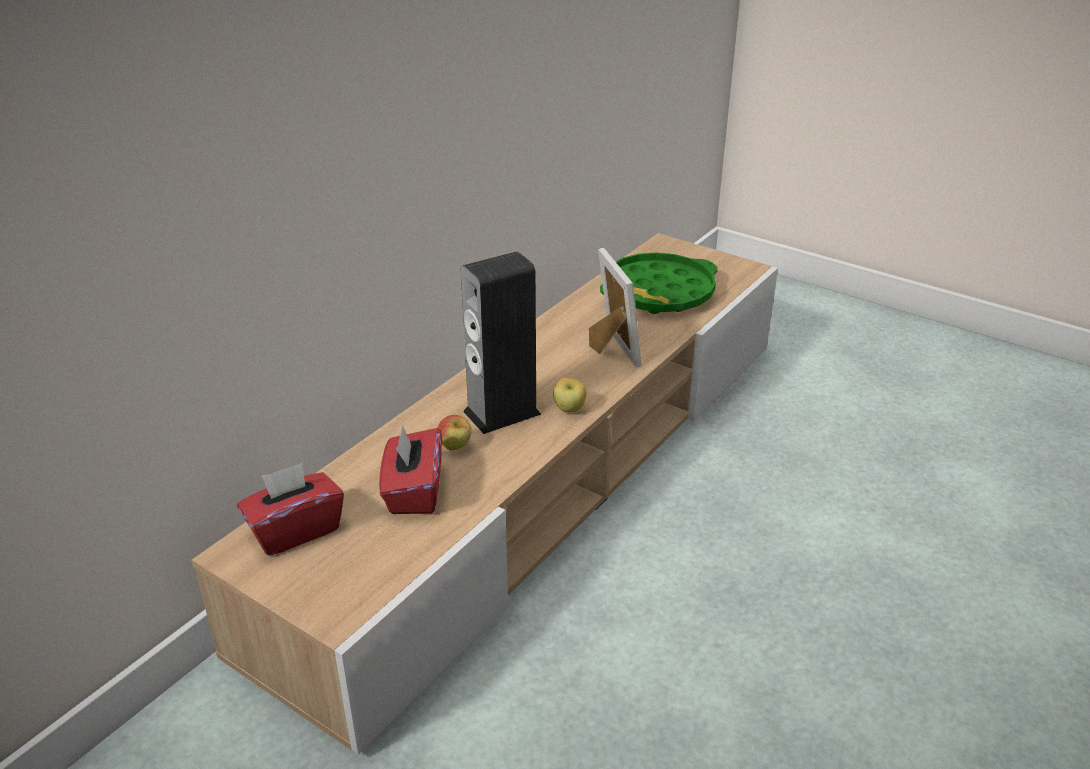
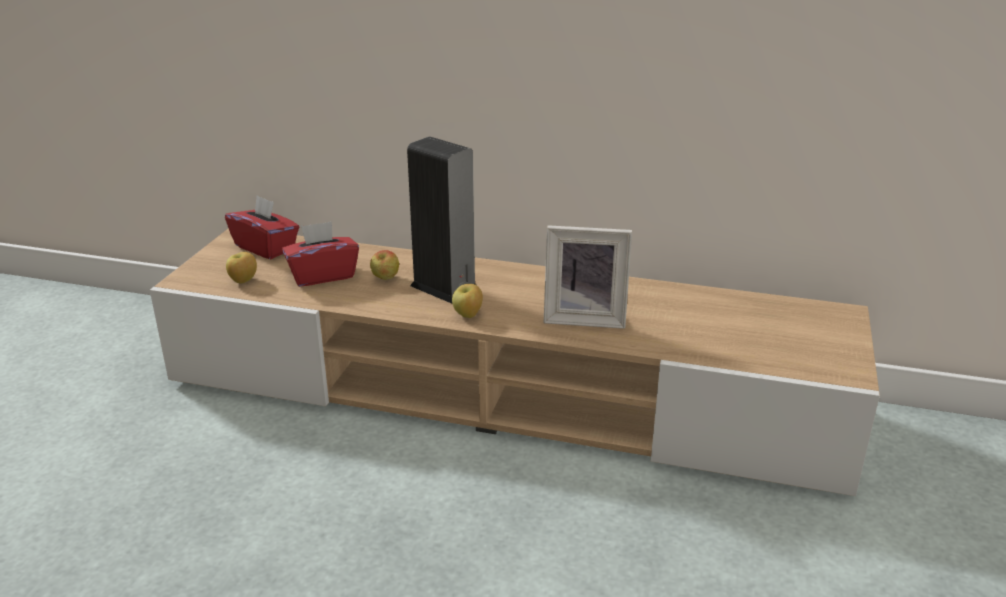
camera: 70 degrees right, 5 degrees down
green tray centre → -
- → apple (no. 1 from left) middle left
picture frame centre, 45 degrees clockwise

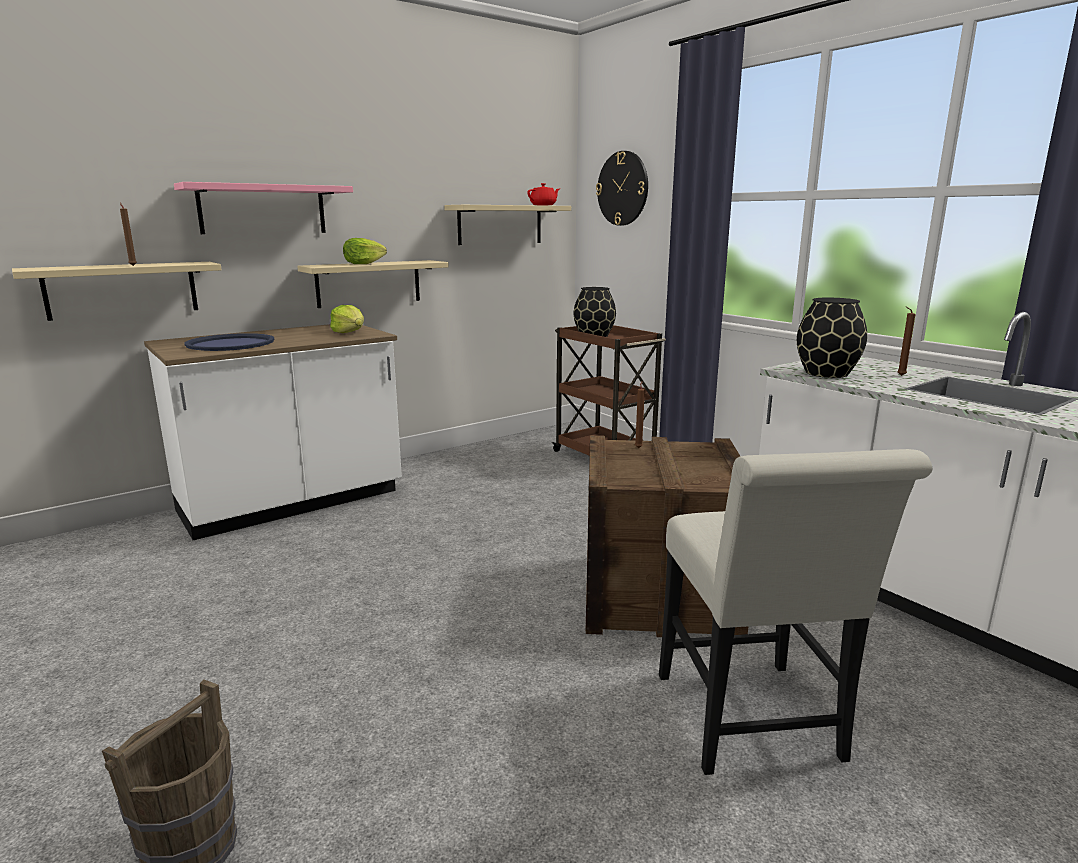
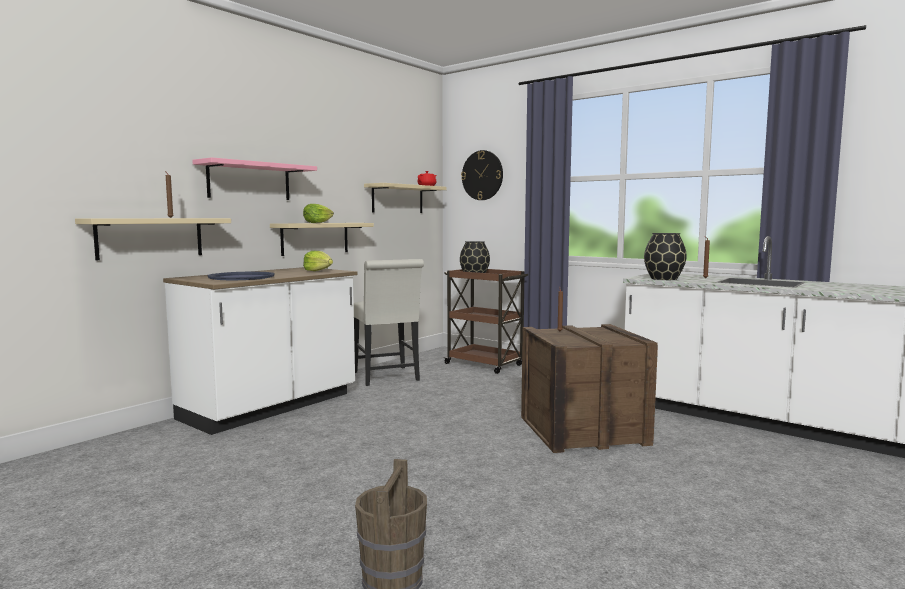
camera: 15 degrees left, 10 degrees down
white chair bottom right → white chair centre, shifted

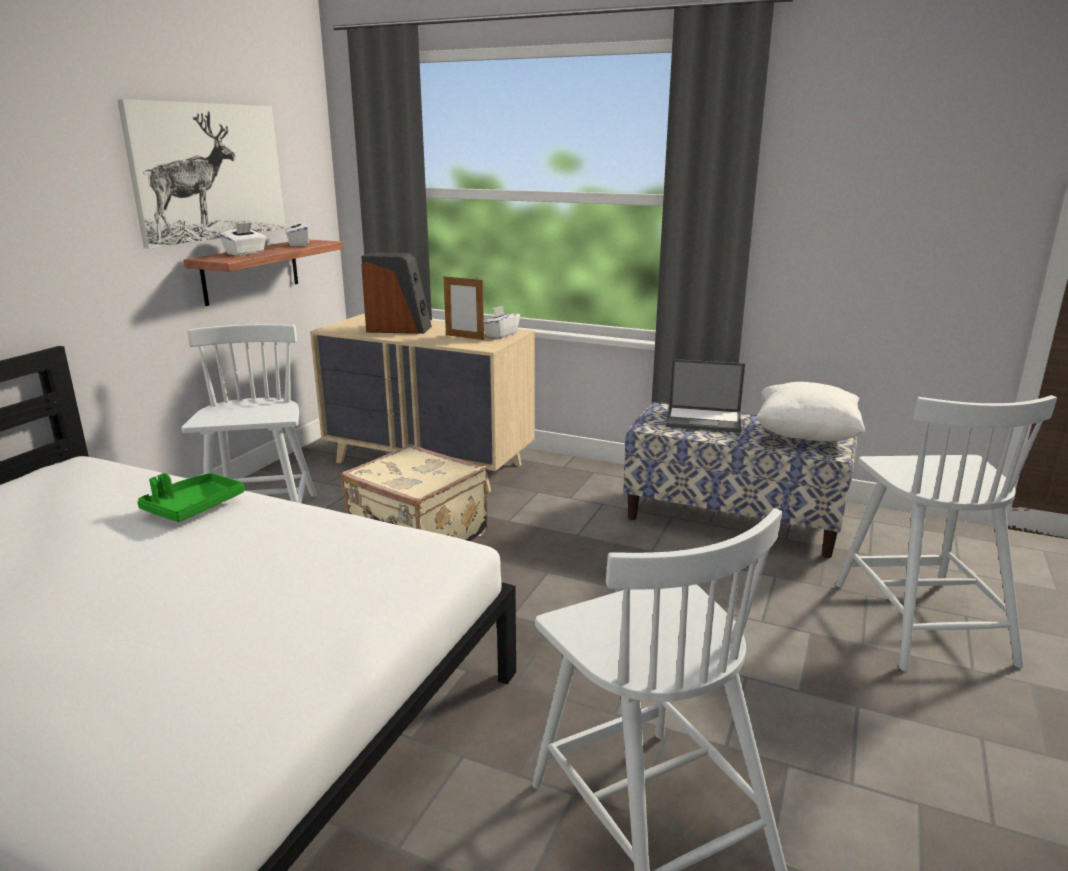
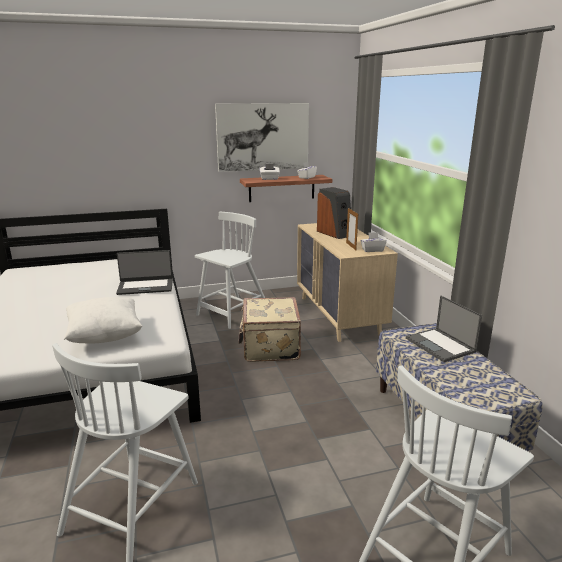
camera: 50 degrees right, 0 degrees up
white pillow middle right → white pillow middle left, shifted
green tray middle left → laptop (no. 1 from left) middle left

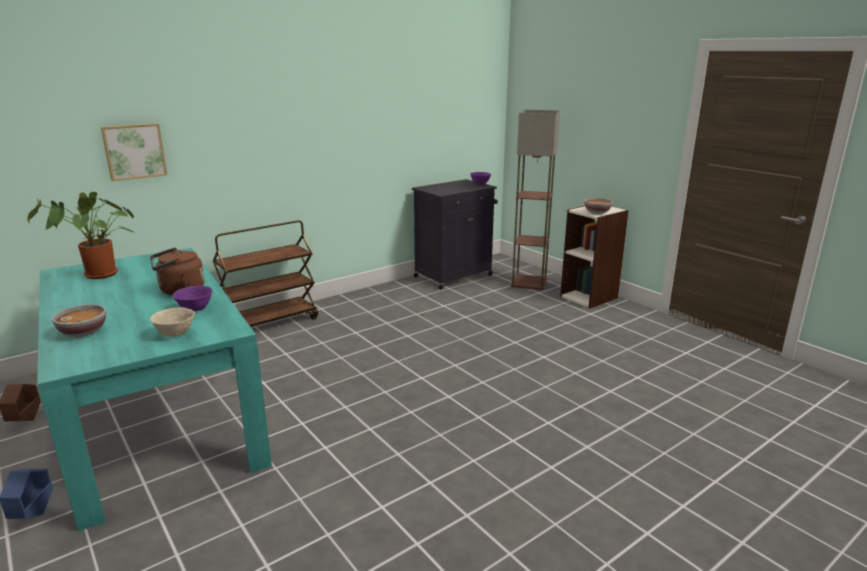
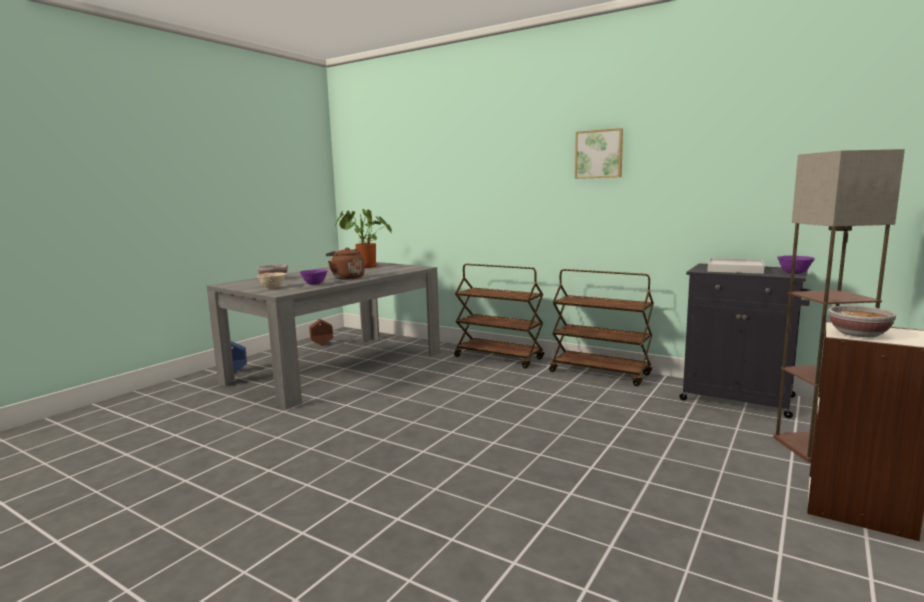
camera: 70 degrees right, 10 degrees down
- → brown cart (no. 2 from left) centre
- → white tray middle right
picture top left → picture top centre, shifted
turquoise dining table bottom left → grey dining table centre

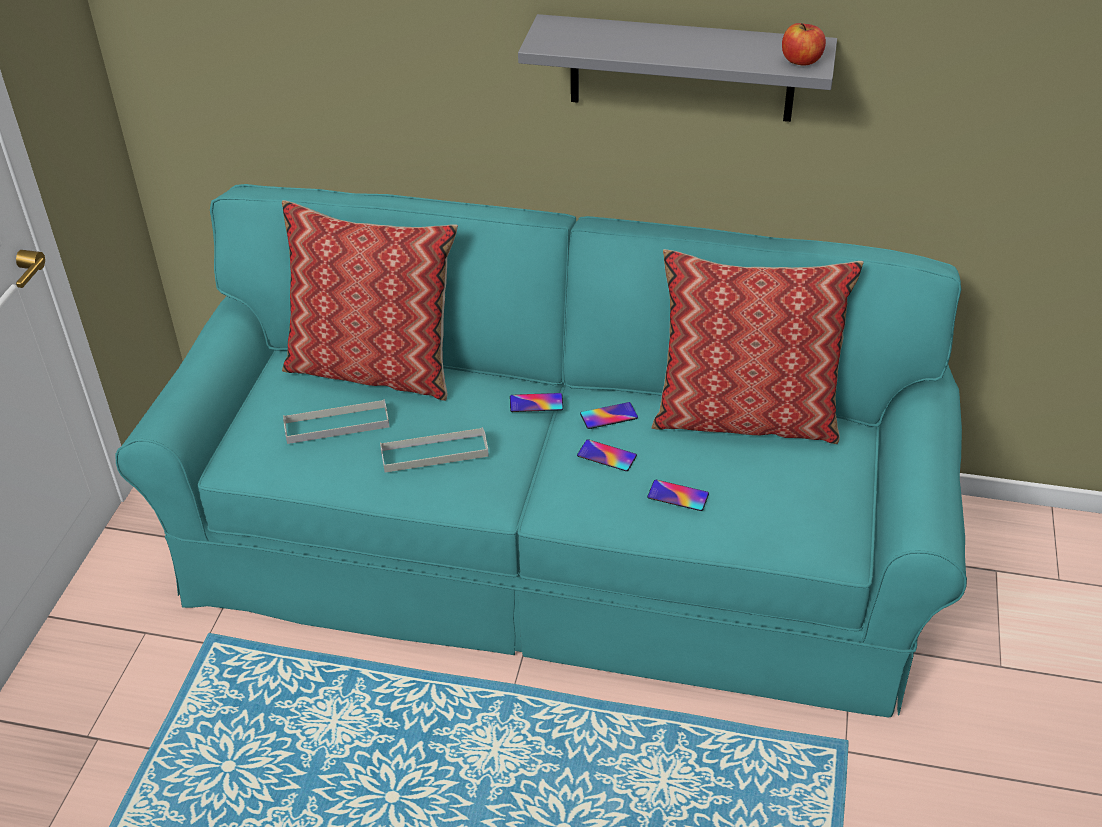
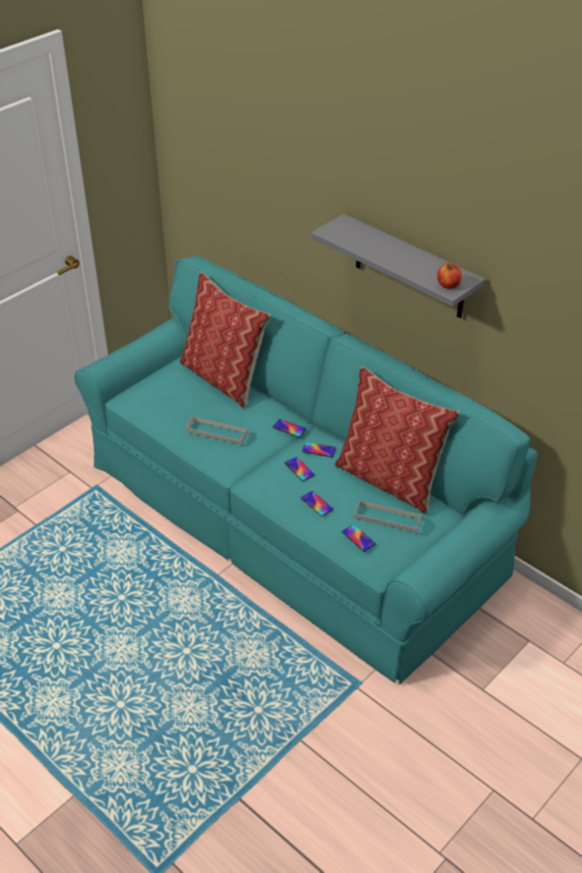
camera: 30 degrees right, 0 degrees up
- → phone (no. 5 from left) centre
grey tray (no. 1 from left in the first image) middle left → grey tray (no. 2 from left) middle right, shifted

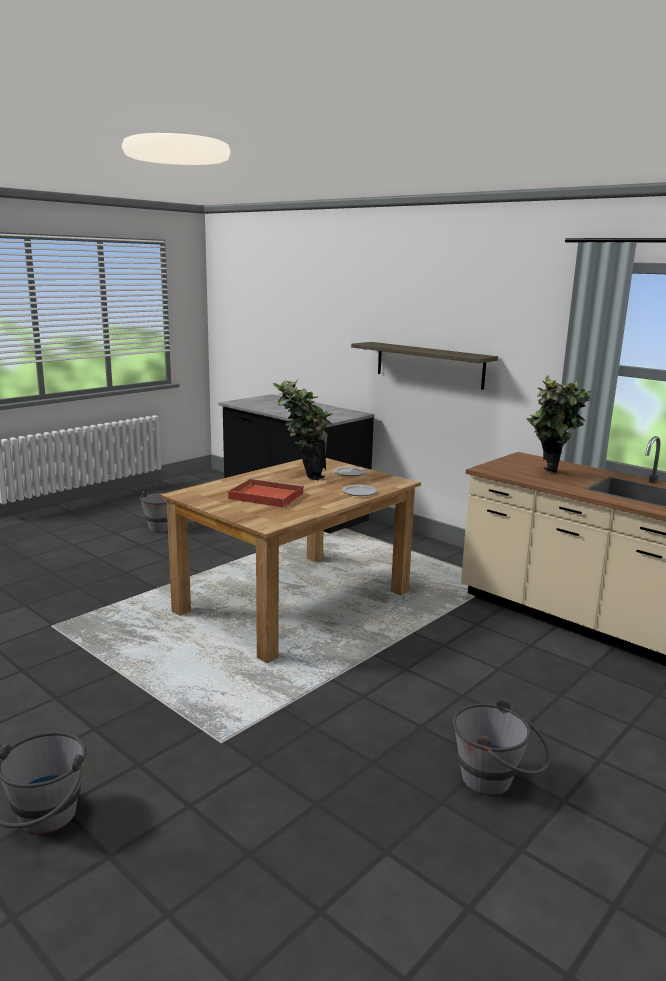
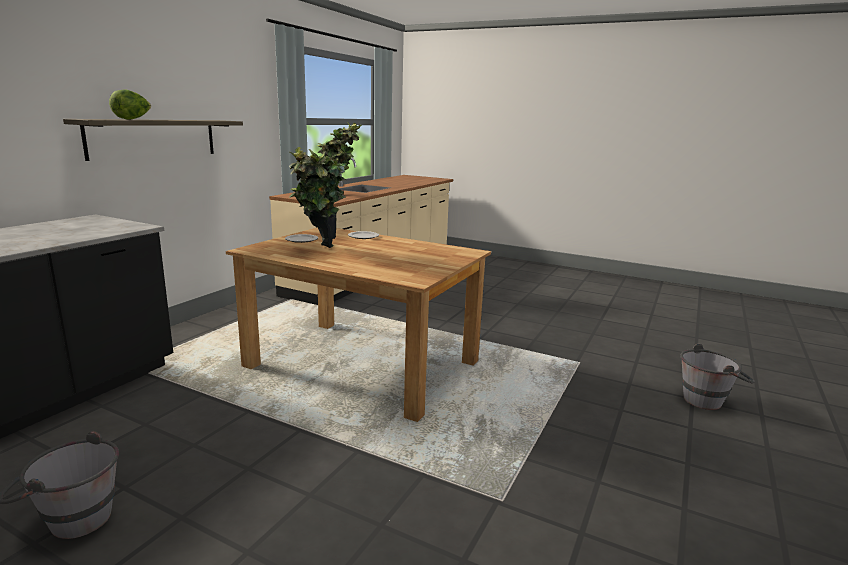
camera: 105 degrees left, 0 degrees up
red tray centre → -
grey bucket (no. 3 from left) bottom right → -
- → lettuce top left

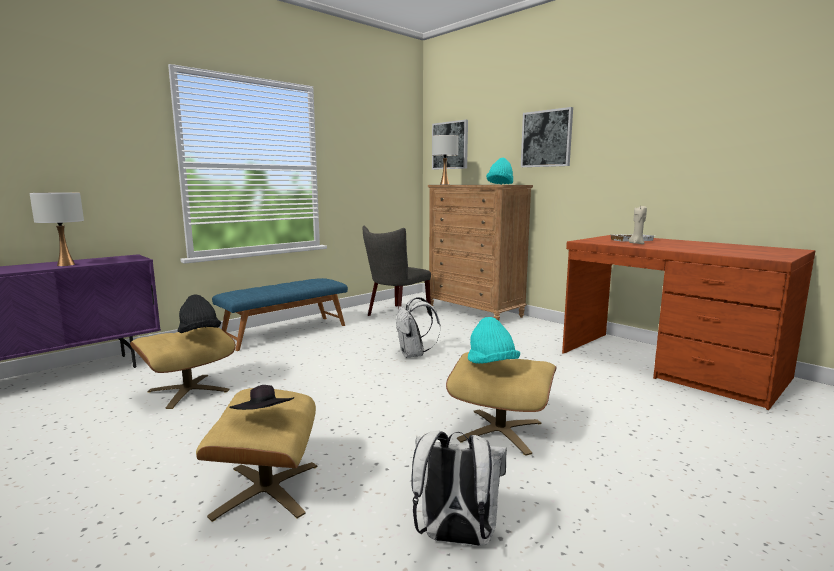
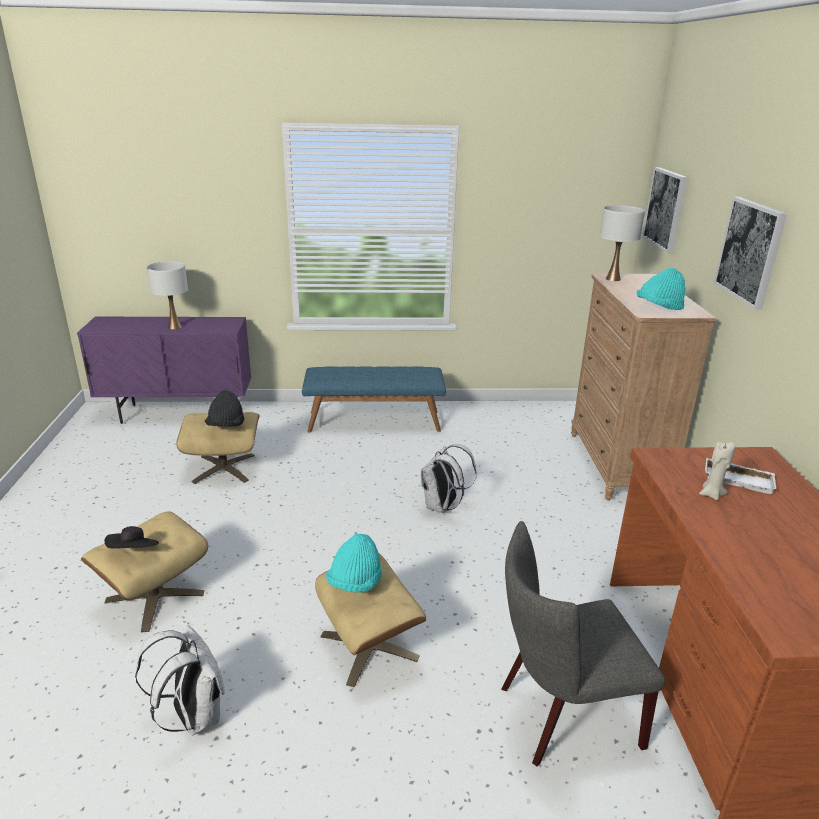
camera: 40 degrees right, 15 degrees up
grey chair centre → grey chair bottom right, shifted

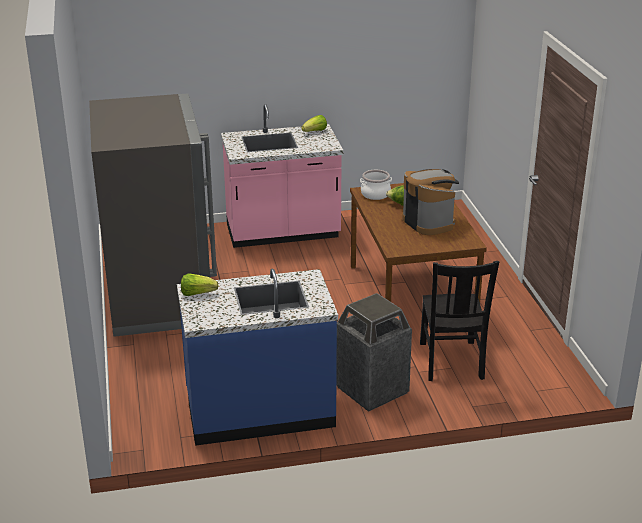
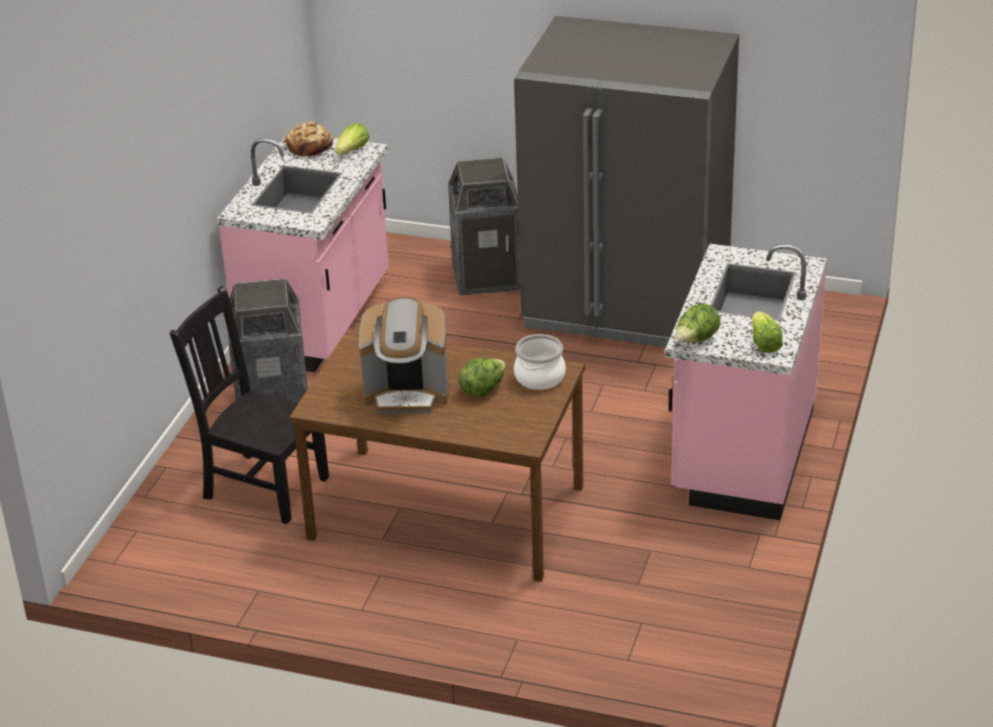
camera: 120 degrees right, 5 degrees up
- → bread top left
- → trash can (no. 2 from left) top centre
- → lettuce (no. 3 from left) middle right
blue counter bottom centre → pink counter (no. 1 from left) middle left

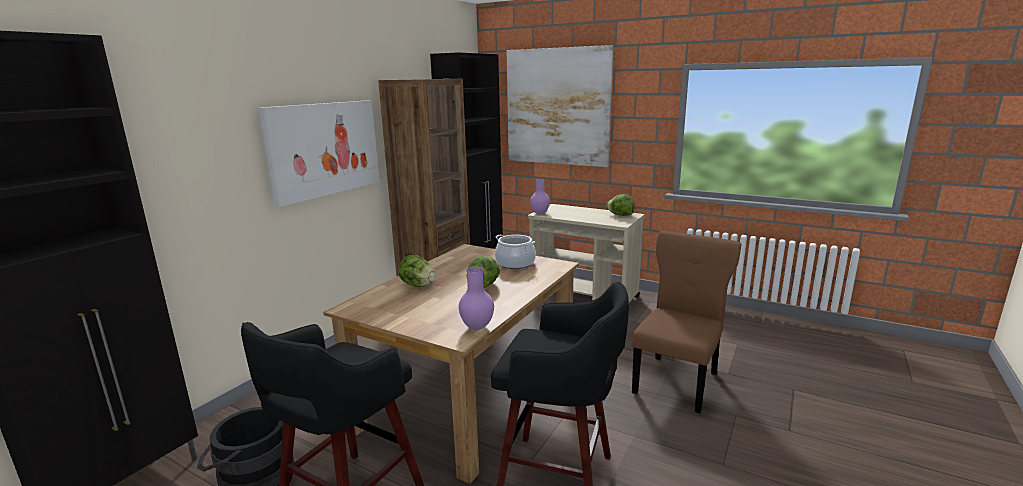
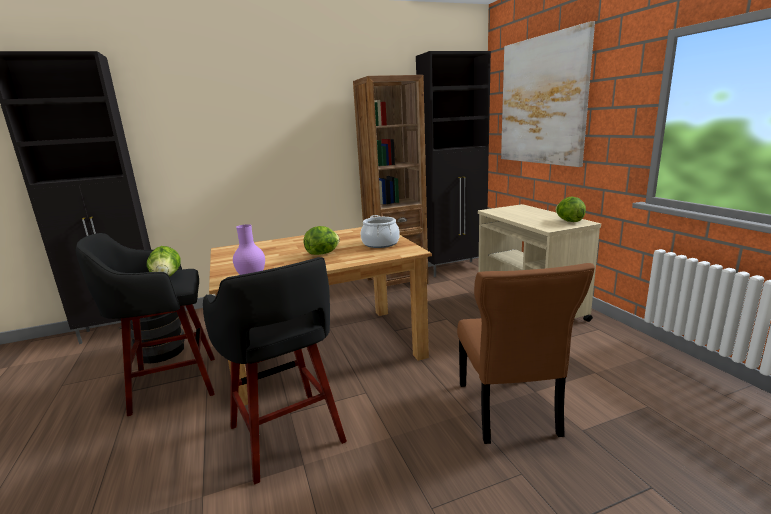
camera: 40 degrees right, 0 degrees up
picture (no. 1 from left) top left → -
purple vase (no. 2 from left) centre → -
lettuce (no. 1 from left) centre → lettuce (no. 1 from left) middle left, shifted
brown chair middle right → brown chair bottom right, 105 degrees clockwise

